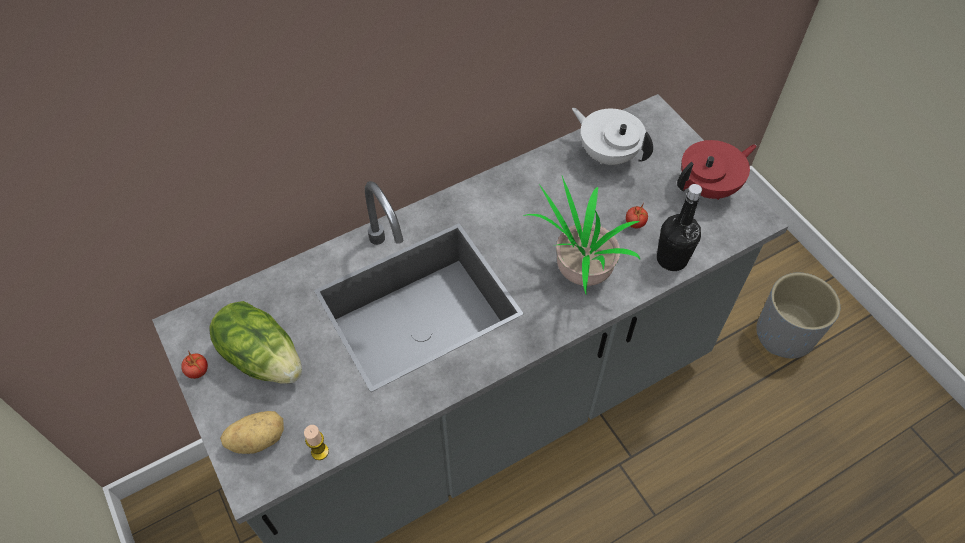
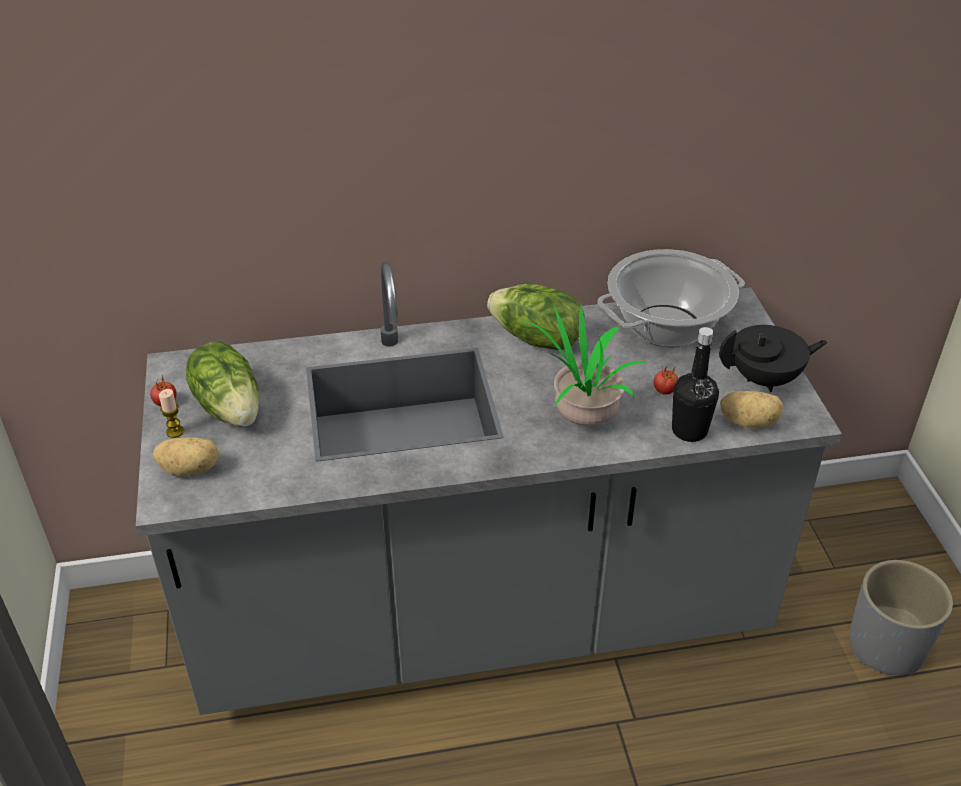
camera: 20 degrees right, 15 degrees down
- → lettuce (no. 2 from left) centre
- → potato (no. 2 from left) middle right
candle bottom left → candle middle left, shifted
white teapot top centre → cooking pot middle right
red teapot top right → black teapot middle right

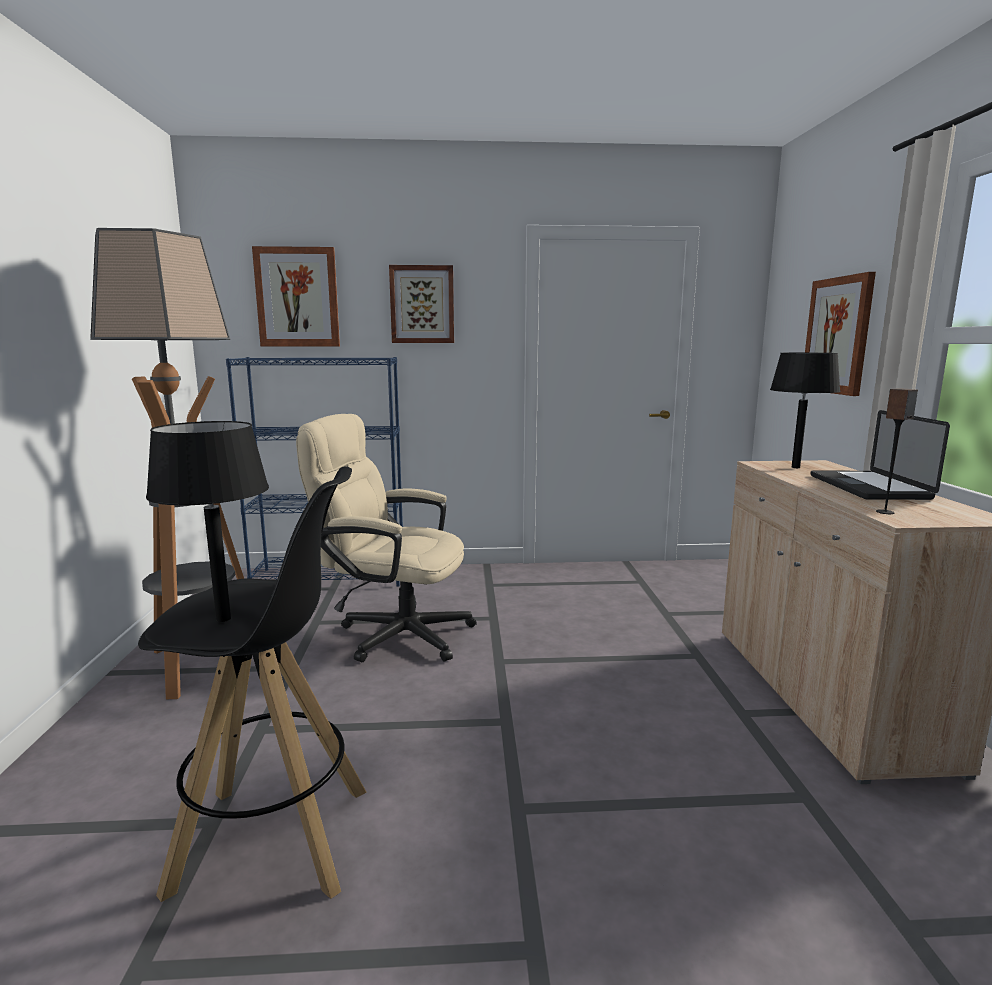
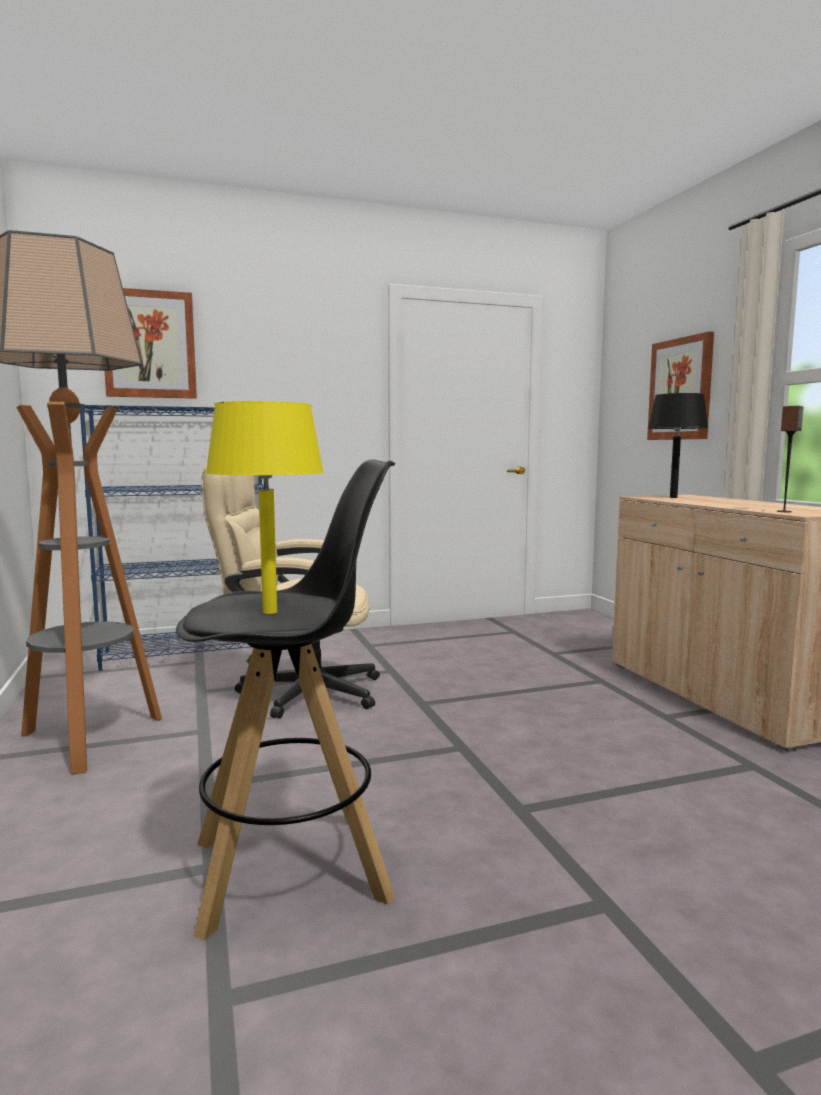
camera: 15 degrees left, 5 degrees down
picture (no. 2 from left) top centre → -
laptop middle right → -
black table lamp (no. 1 from left) middle left → yellow table lamp middle left

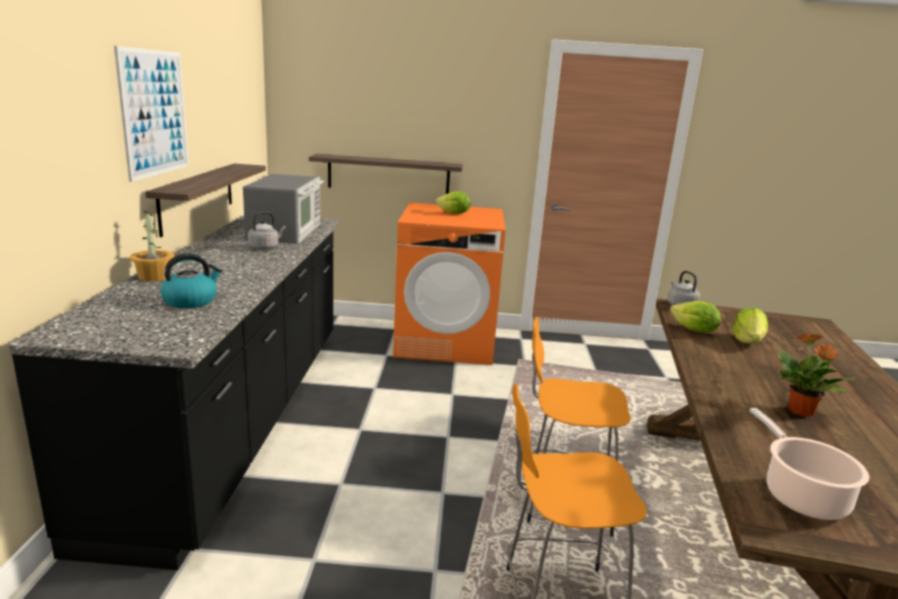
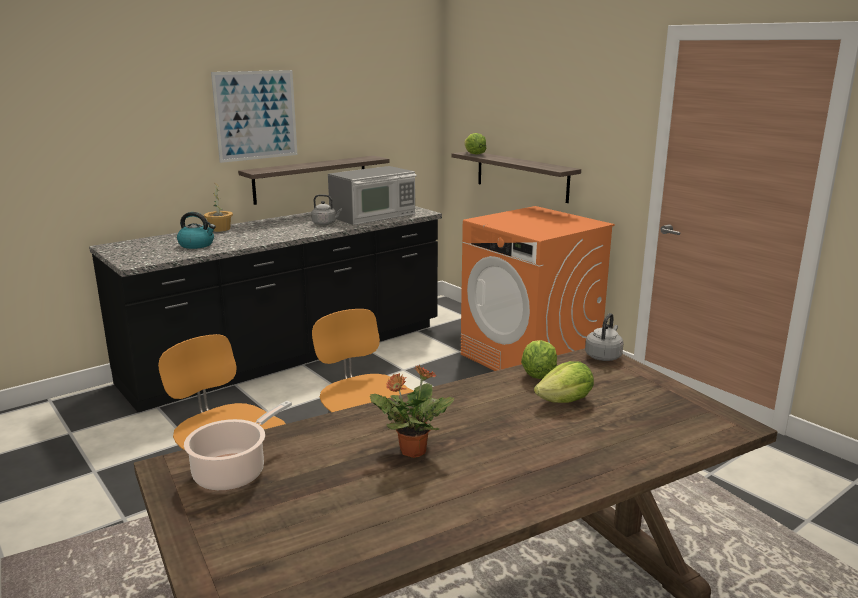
camera: 50 degrees right, 0 degrees up
lettuce (no. 1 from left) centre → lettuce (no. 1 from left) top centre, shifted

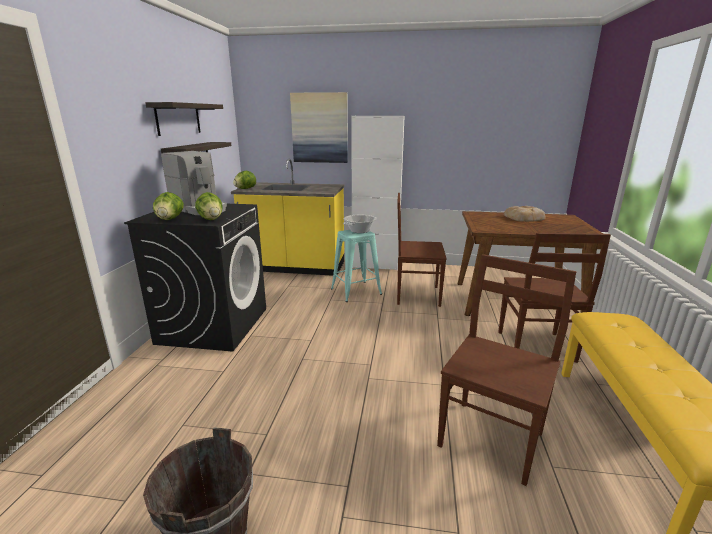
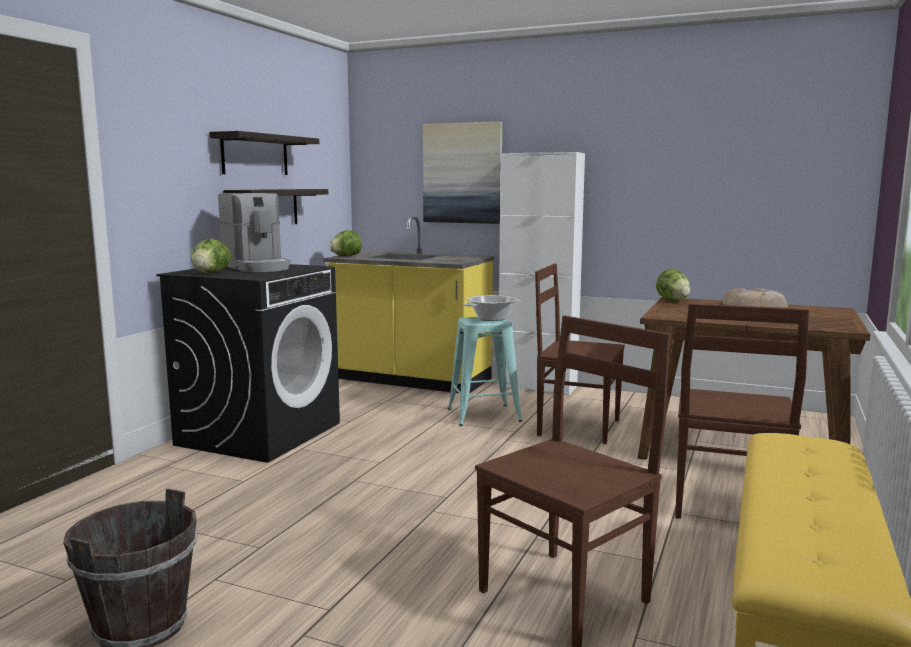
camera: 15 degrees right, 10 degrees down
lettuce (no. 2 from left in the first image) middle left → lettuce (no. 3 from left) middle right, shifted

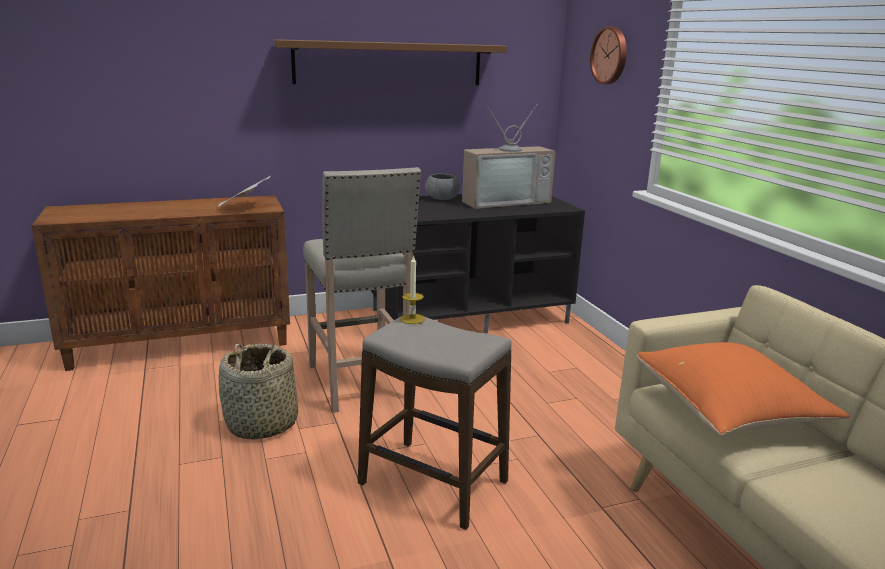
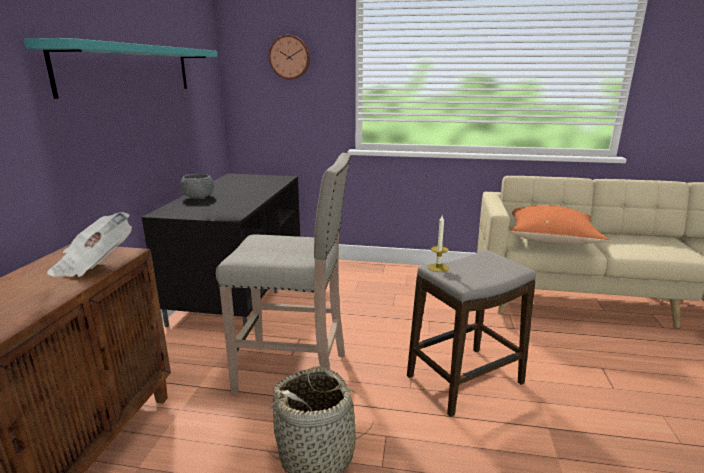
camera: 60 degrees left, 0 degrees up
television top centre → -
brown shelf top centre → turquoise shelf top left

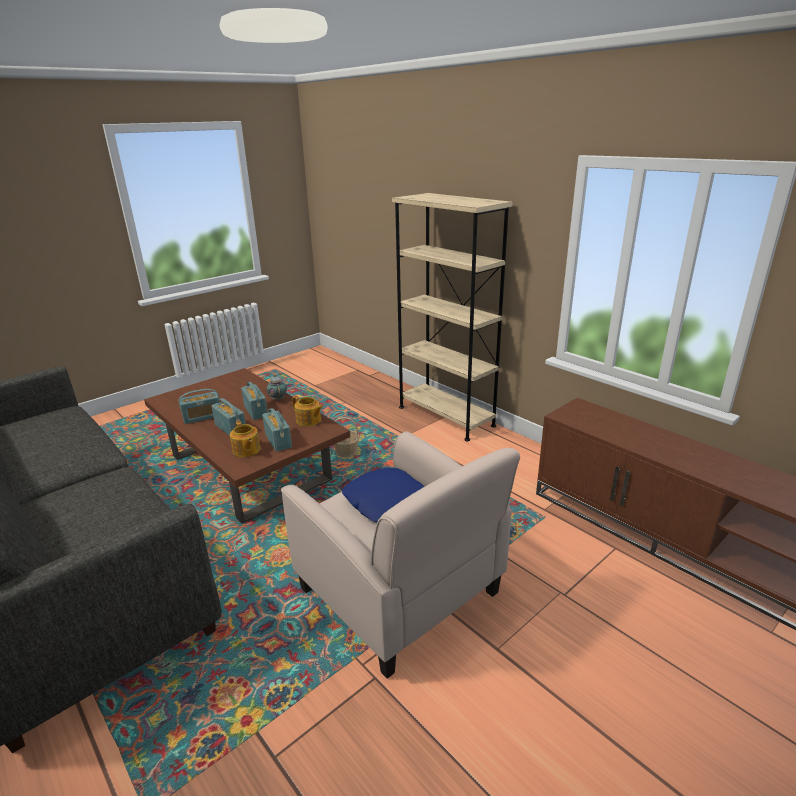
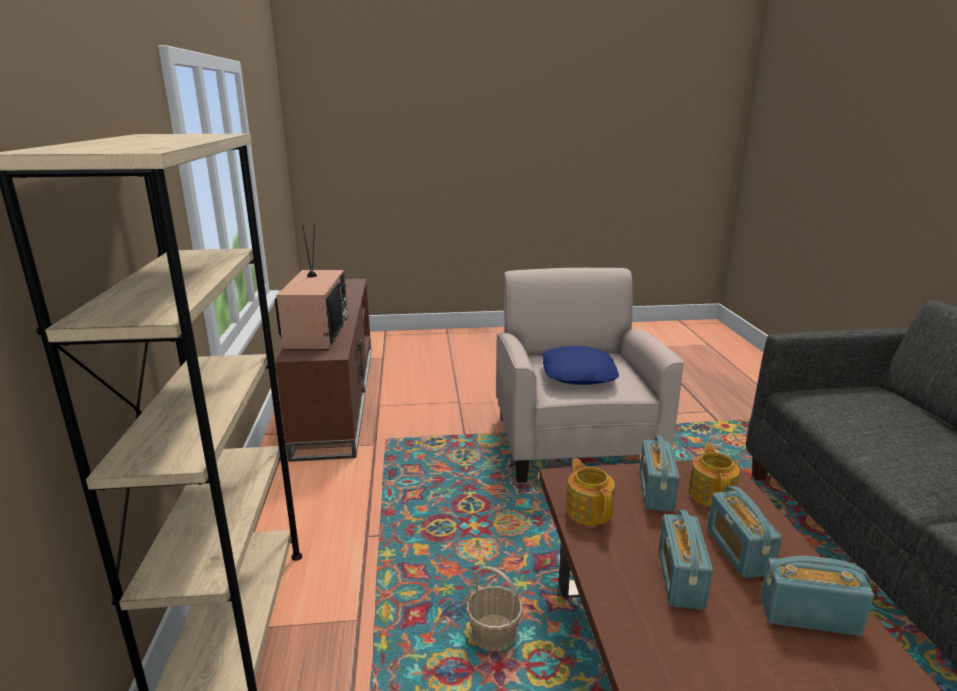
camera: 145 degrees left, 5 degrees down
teapot (no. 2 from left) centre → -
- → television middle left

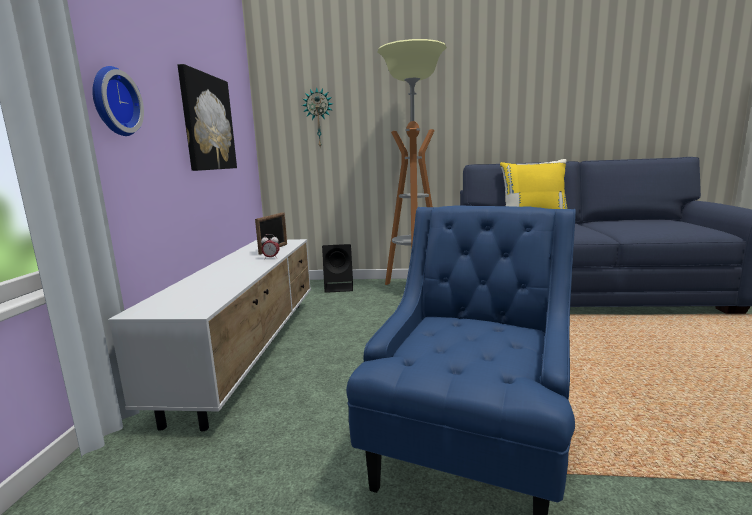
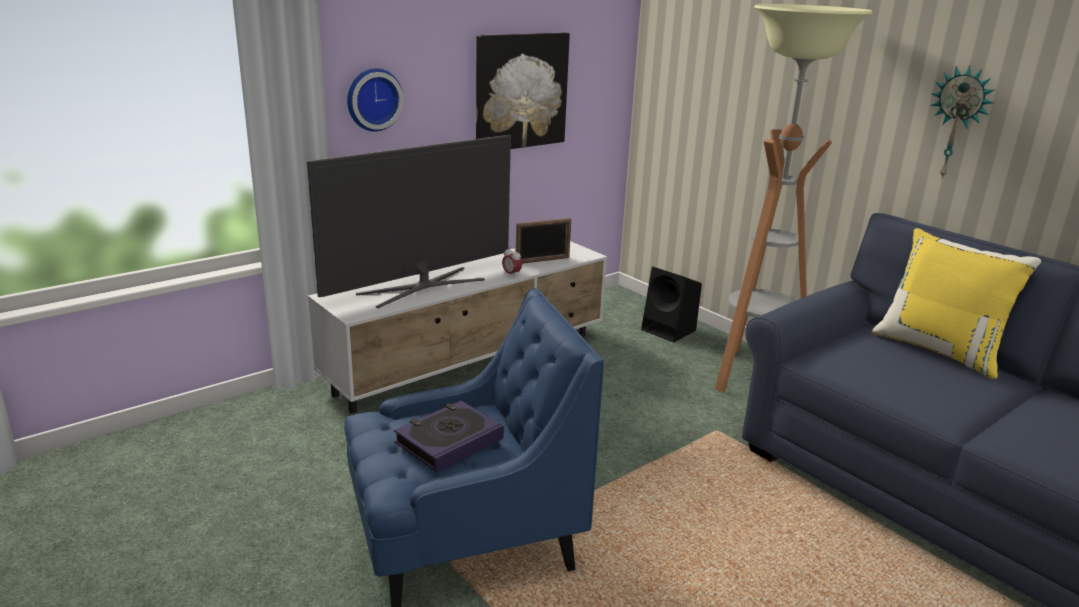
camera: 45 degrees right, 10 degrees up
- → television centre
- → book bottom centre
wall clock (no. 2 from left) top centre → wall clock (no. 2 from left) top right, shifted

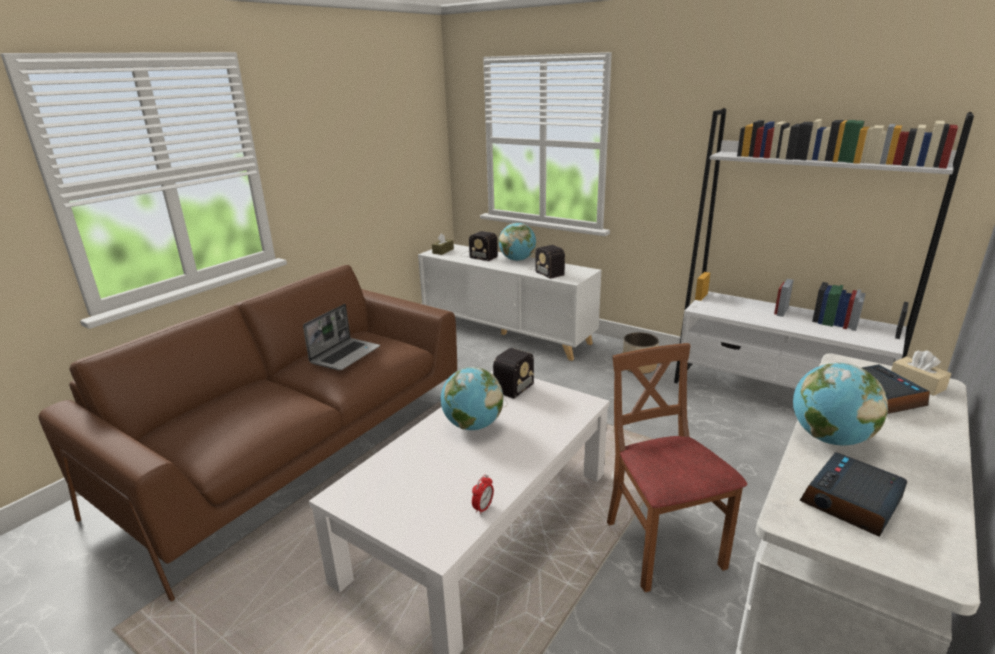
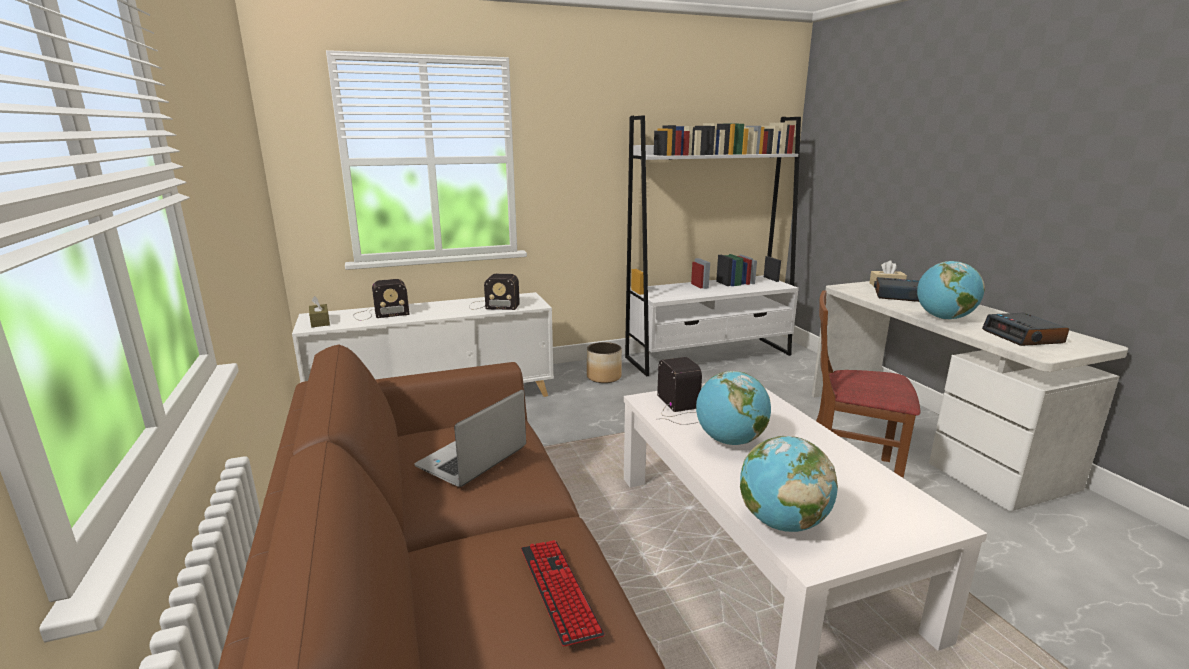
camera: 55 degrees left, 5 degrees down
alarm clock (no. 1 from left) bottom centre → -
- → keyboard bottom centre
globe (no. 2 from left) centre → globe (no. 2 from left) bottom centre, shifted
laptop centre, 120 degrees counterclockwise

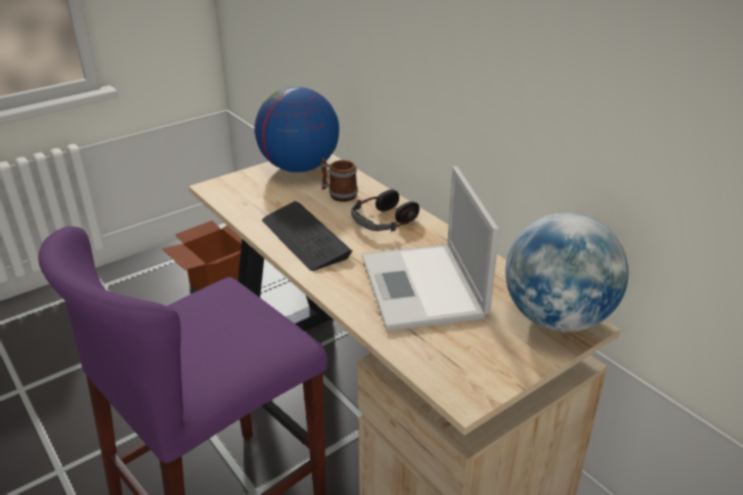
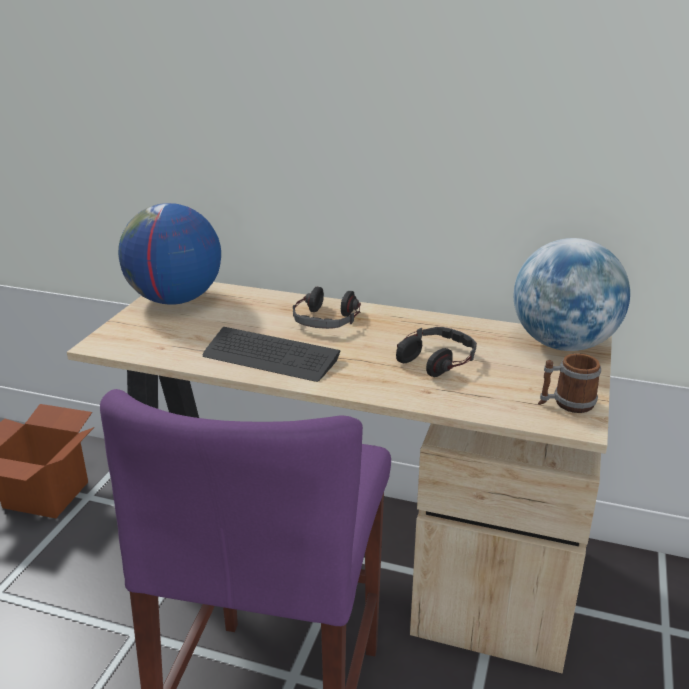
camera: 35 degrees left, 5 degrees down
mug centre → mug middle right, shifted
laptop centre → headphones (no. 2 from left) centre

